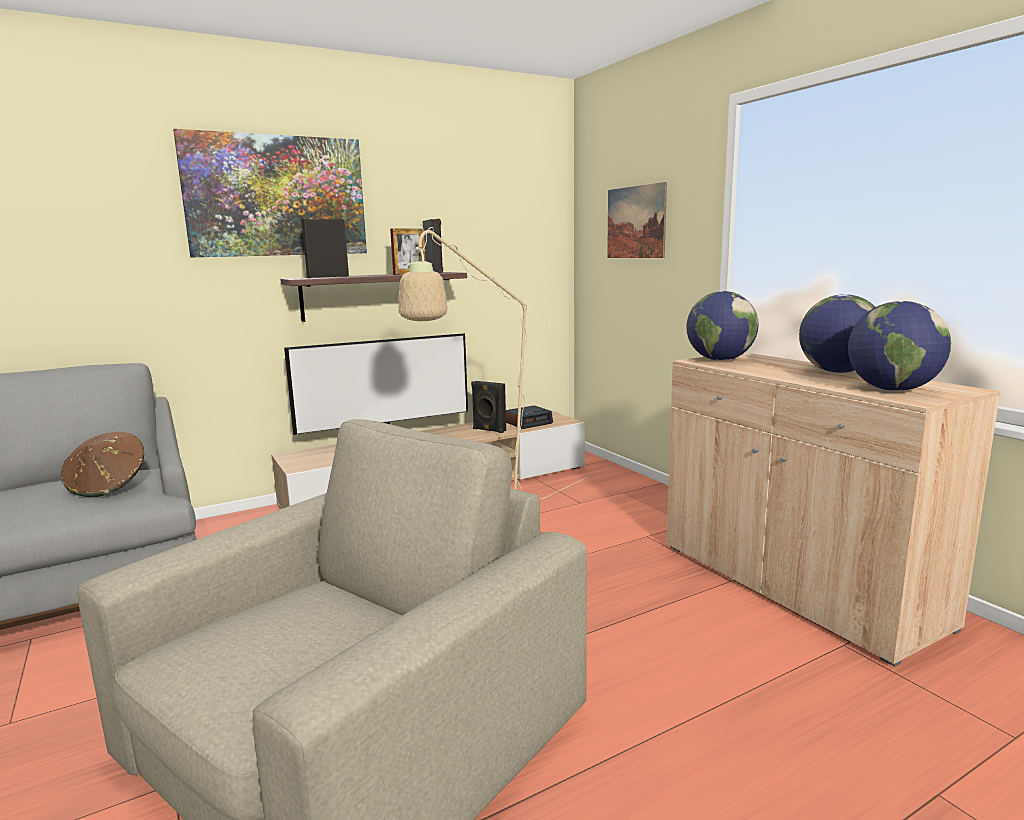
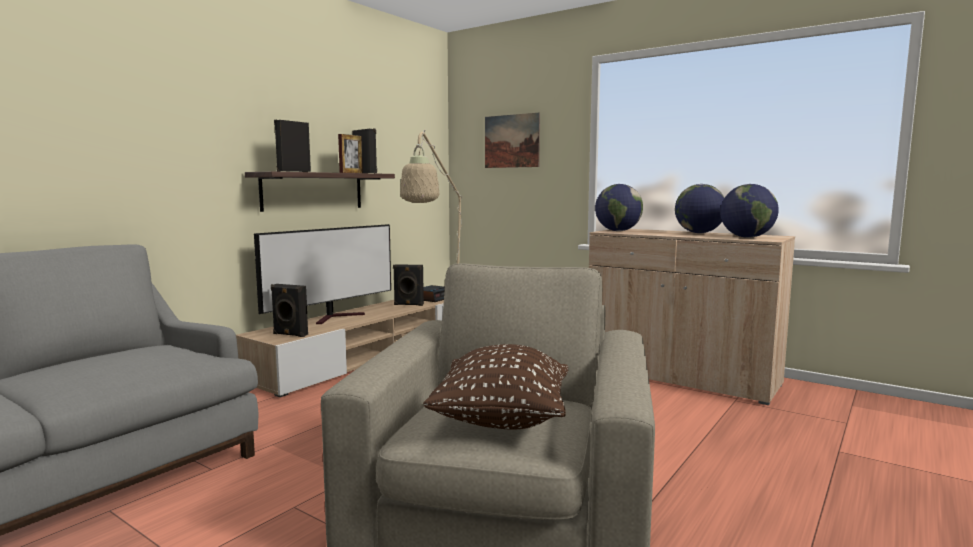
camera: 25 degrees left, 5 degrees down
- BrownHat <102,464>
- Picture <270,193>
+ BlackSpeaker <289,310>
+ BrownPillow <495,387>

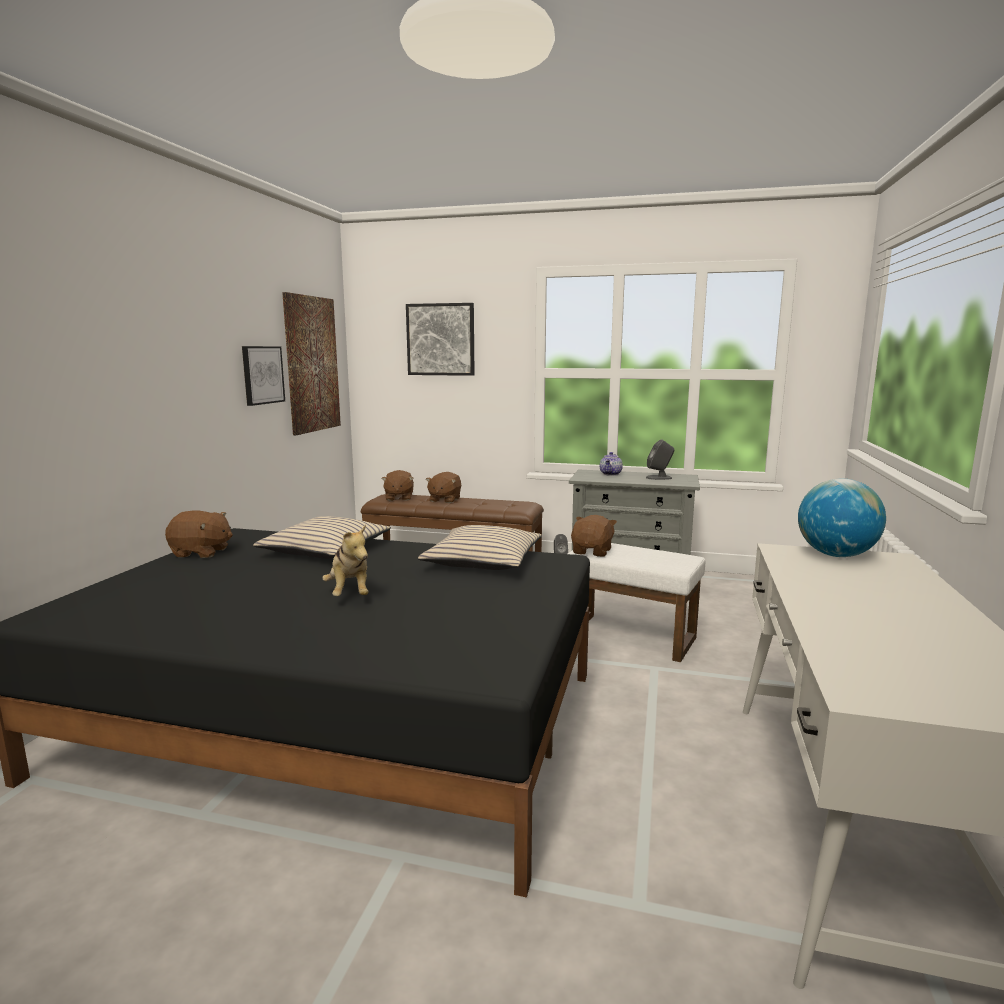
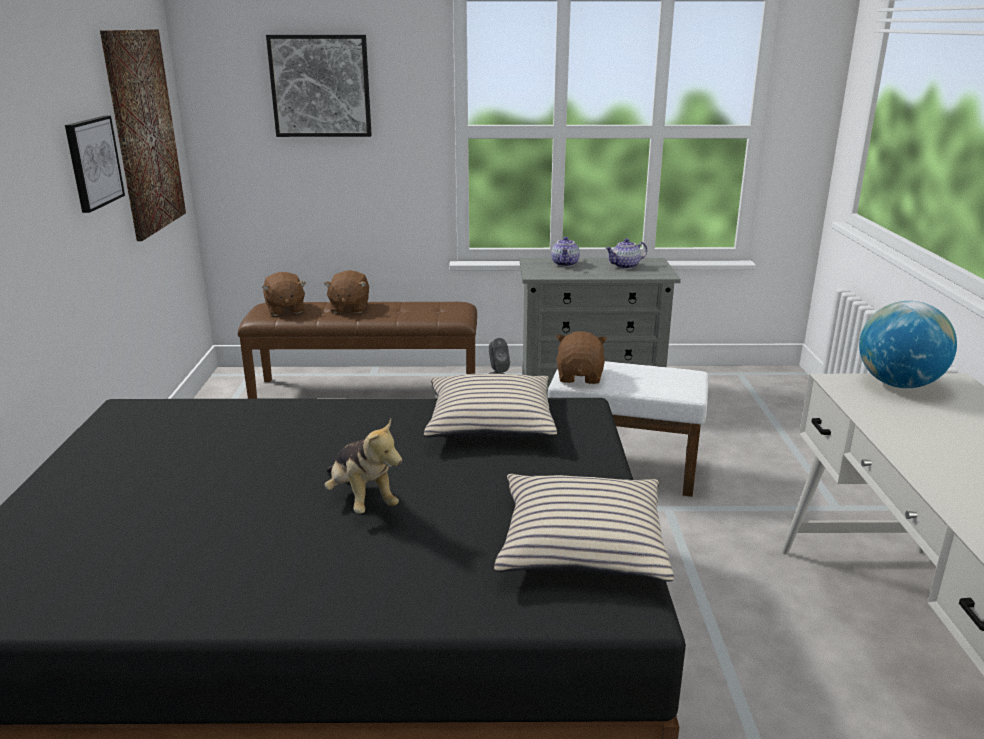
camera: 15 degrees left, 10 degrees up
- BrownPlushToy <199,534>
~ BeigePillow <322,537> to <584,528>
~ GreySpeaker <660,459> to Teapot <626,253>

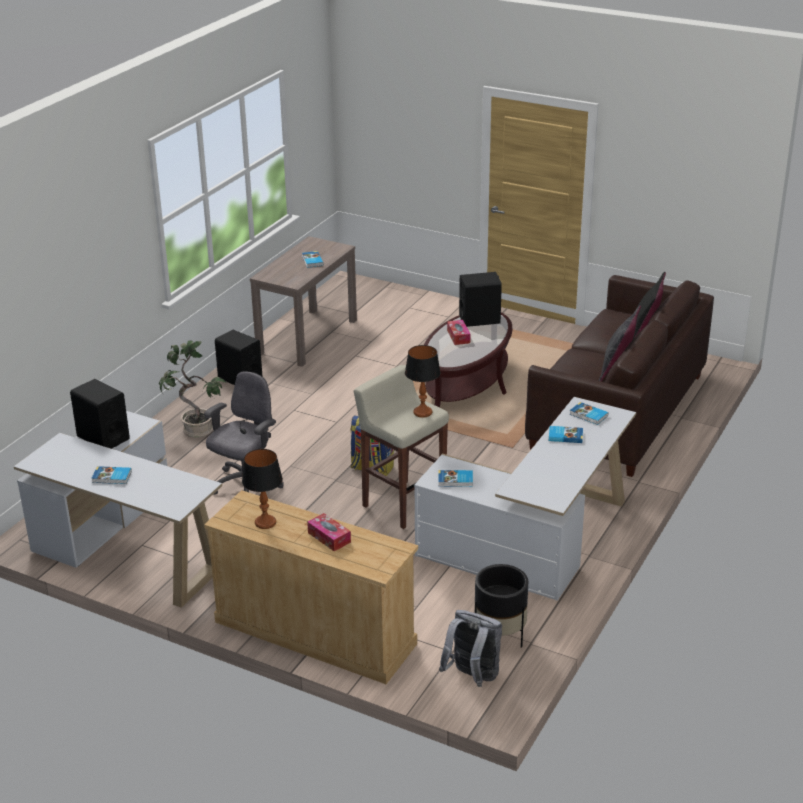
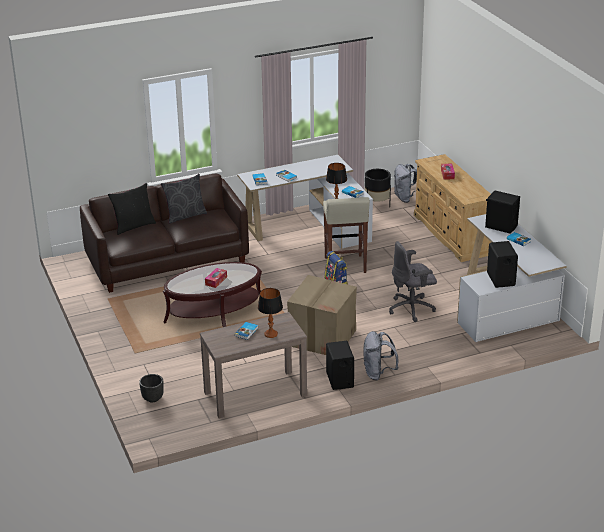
camera: 140 degrees left, 0 degrees up
- PottedPlant <193,389>
~ TableLamp <262,489> to <270,313>
~ BlackSpeaker <480,299> to <502,212>
+ BlackPlanter <151,388>
+ CardboardBox <322,315>
+ GreyBackpack <381,355>

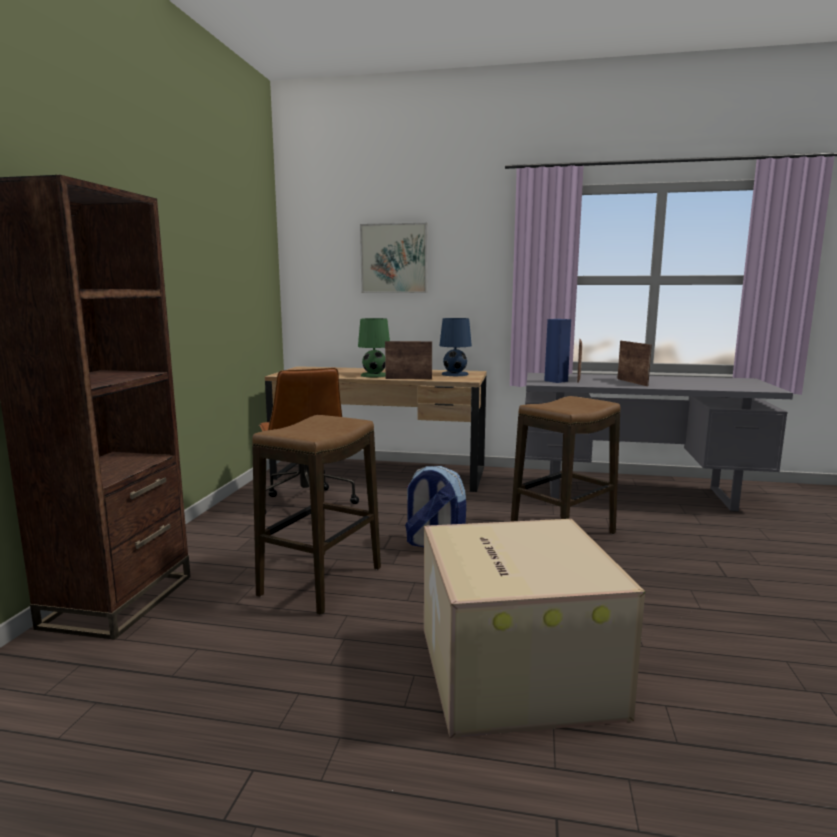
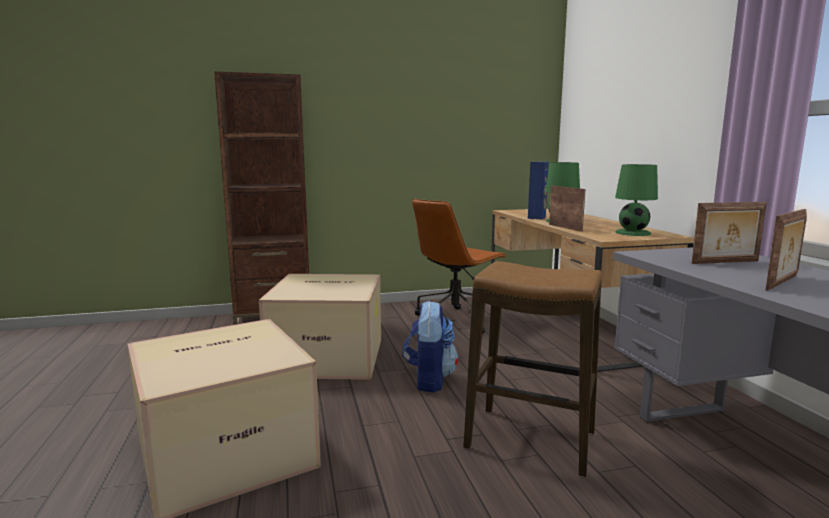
camera: 65 degrees right, 0 degrees up
~ Stool <316,515> to CardboardBox <320,327>
- Picture <393,258>
~ BlueTableLamp <455,347> to GreenTableLamp <636,200>
~ BlueSpeaker <557,351> to <538,190>

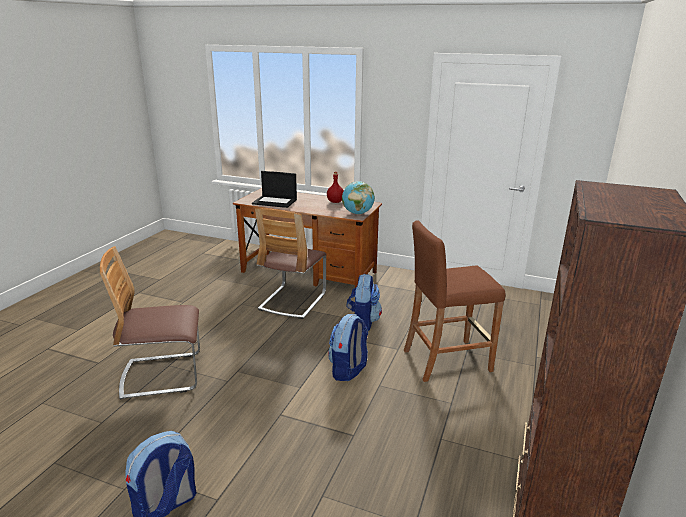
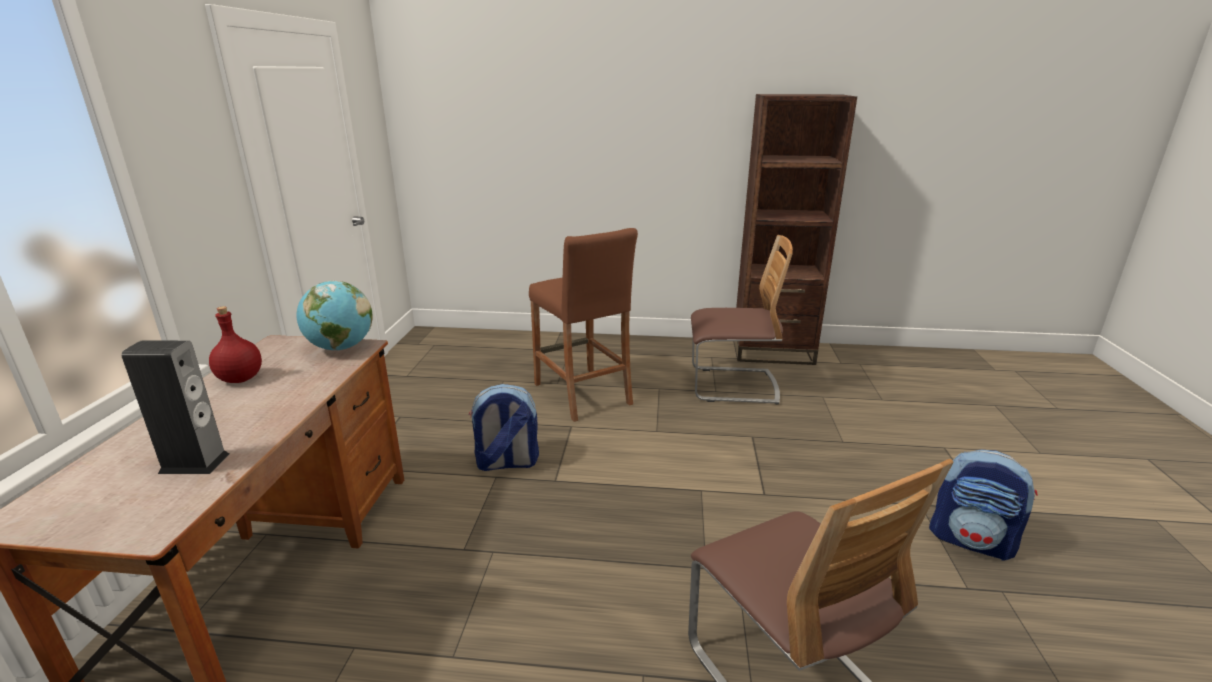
camera: 105 degrees left, 0 degrees up
~ Laptop <274,189> to Speaker <175,407>
~ Chair <291,263> to <742,320>
- Backpack <348,347>

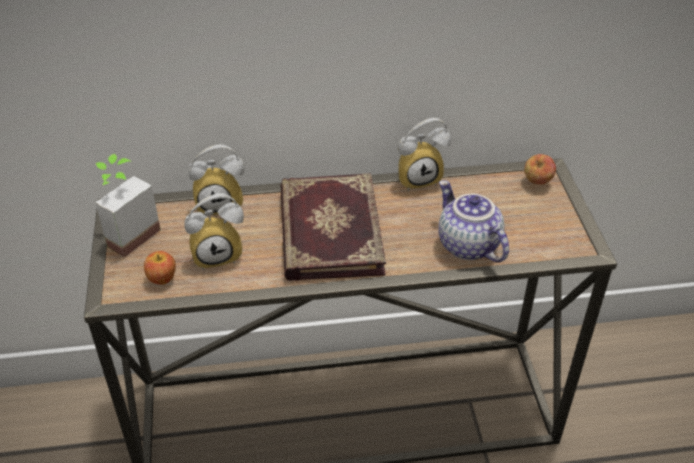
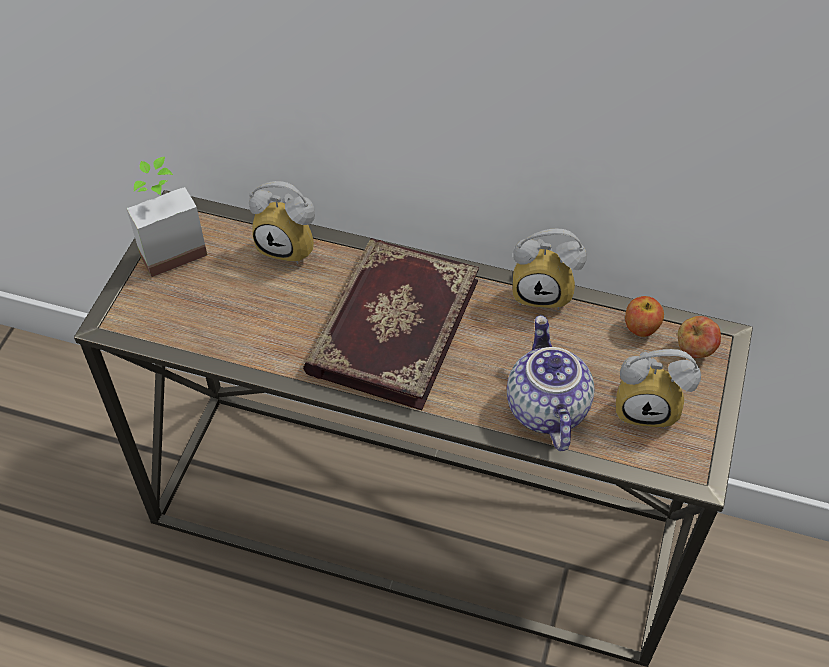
camera: 25 degrees right, 10 degrees up
~ Apple <160,268> to <644,316>
~ AlarmClock <214,231> to <658,388>

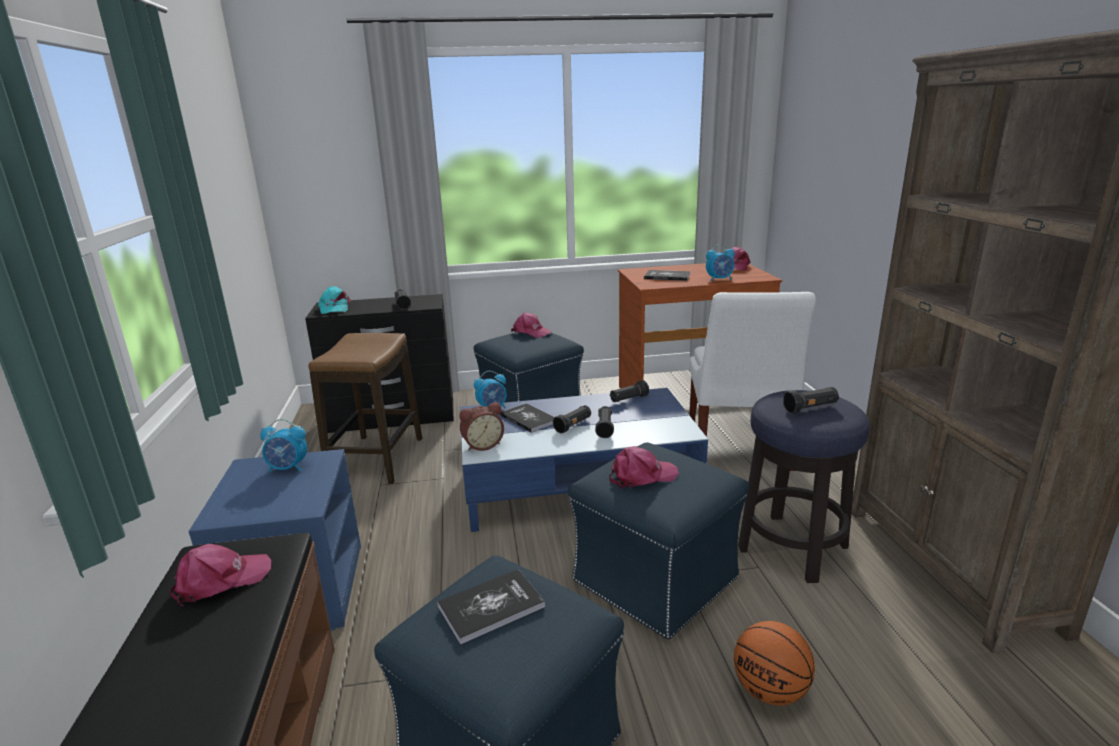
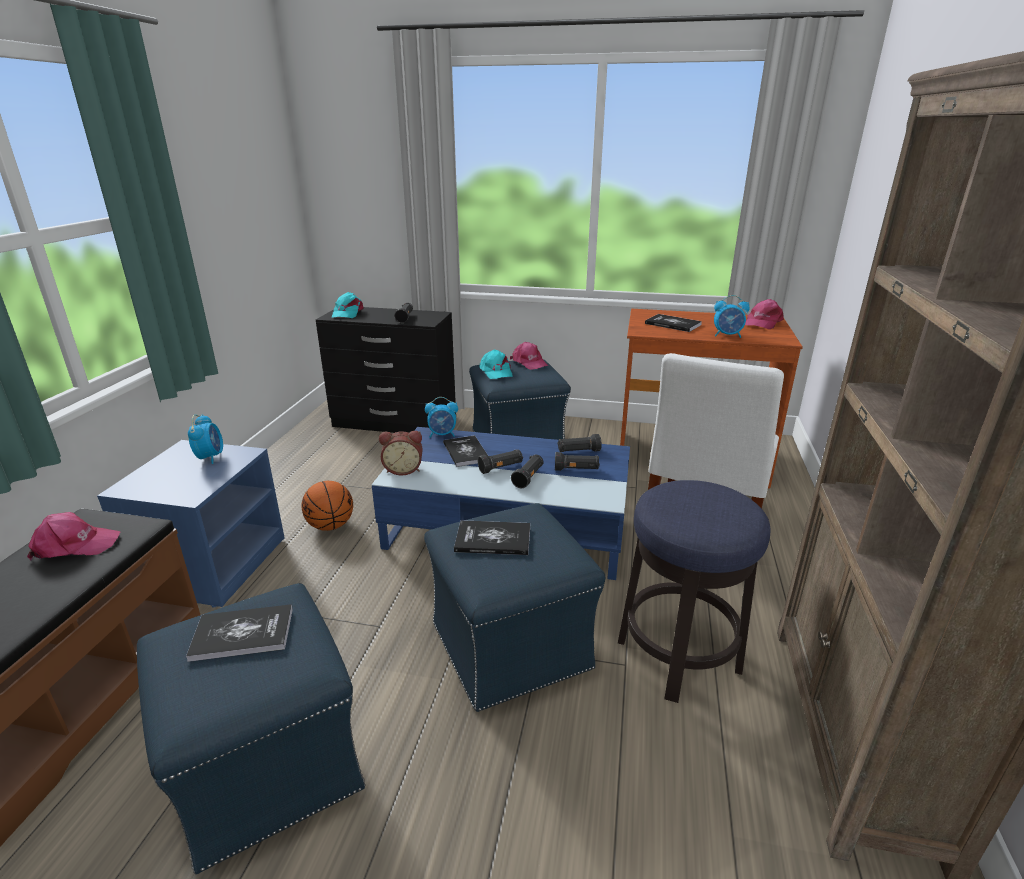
camera: 20 degrees right, 5 degrees up
~ AlarmClock <283,445> = <205,439> 120 degrees counterclockwise
- Stool <365,408>
~ PinkCap <644,467> to Book <492,537>
~ Basketball <774,663> to <327,506>
~ BlackFlashlight <811,400> to <577,461>
+ TurquoiseCap <495,364>

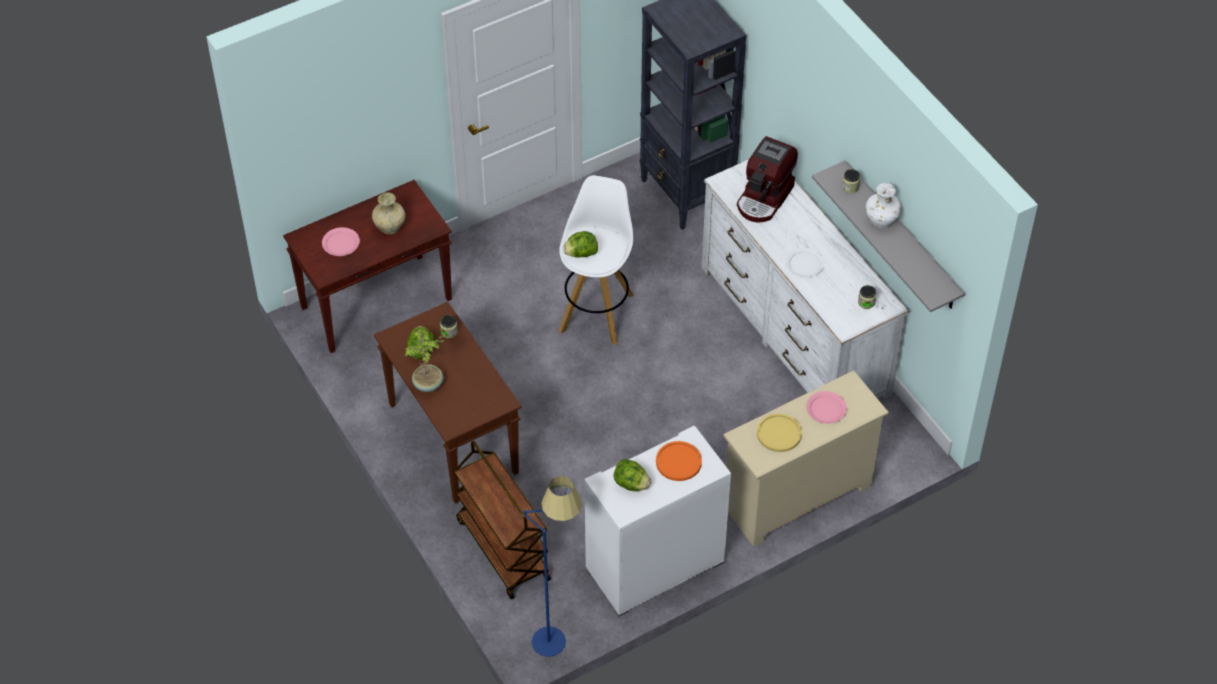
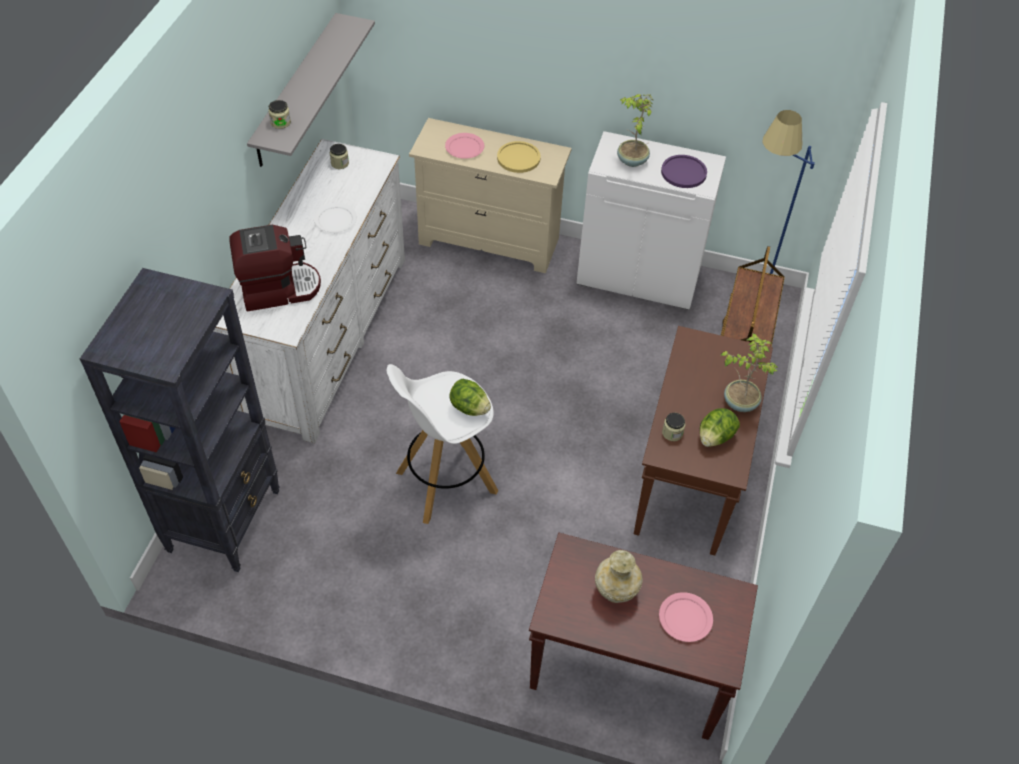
camera: 135 degrees left, 0 degrees up
~ Lettuce <632,475> to PurplePlate <684,171>
~ OrangePlate <679,461> to PottedPlant <635,130>
- WhiteVase <884,205>

